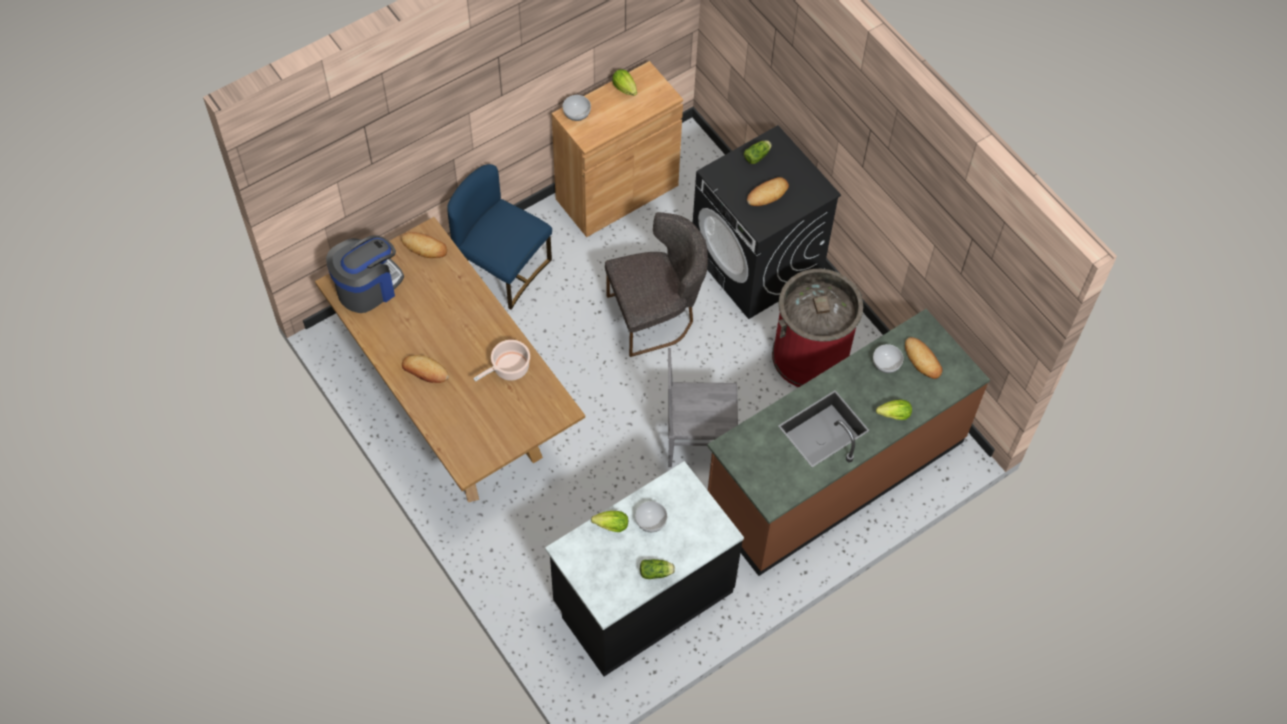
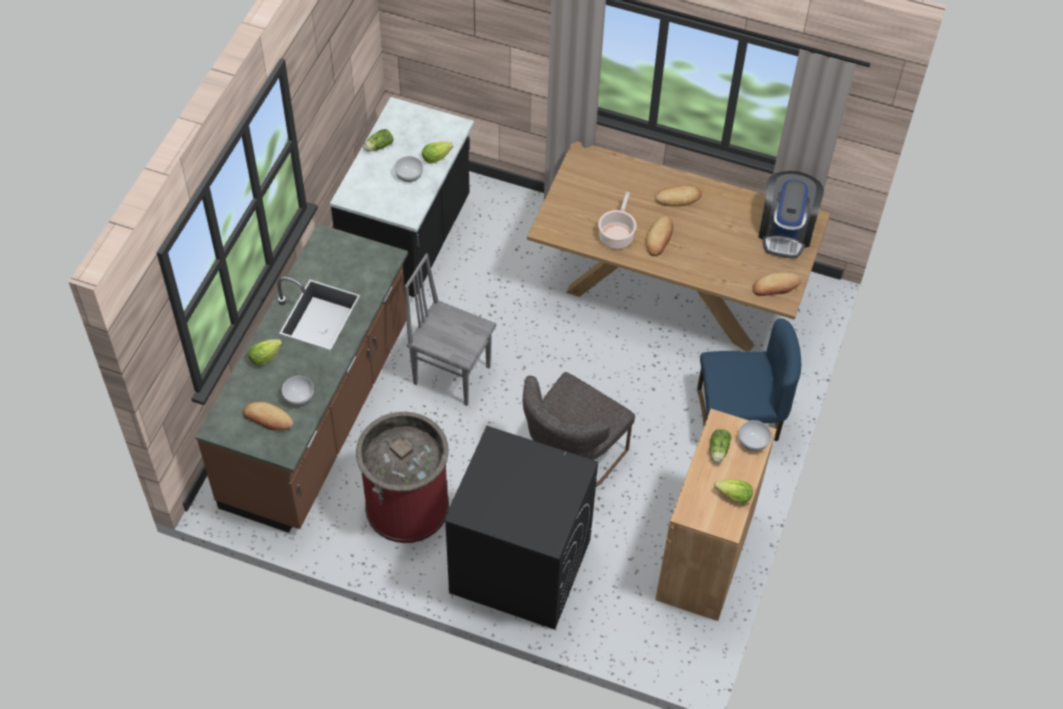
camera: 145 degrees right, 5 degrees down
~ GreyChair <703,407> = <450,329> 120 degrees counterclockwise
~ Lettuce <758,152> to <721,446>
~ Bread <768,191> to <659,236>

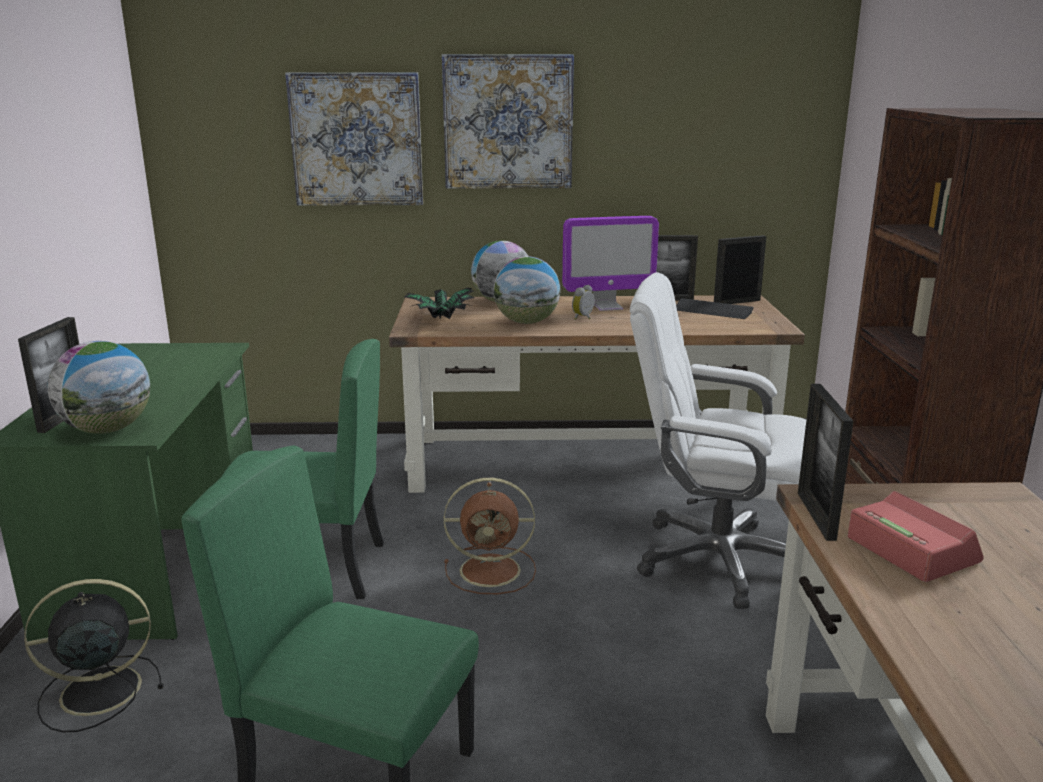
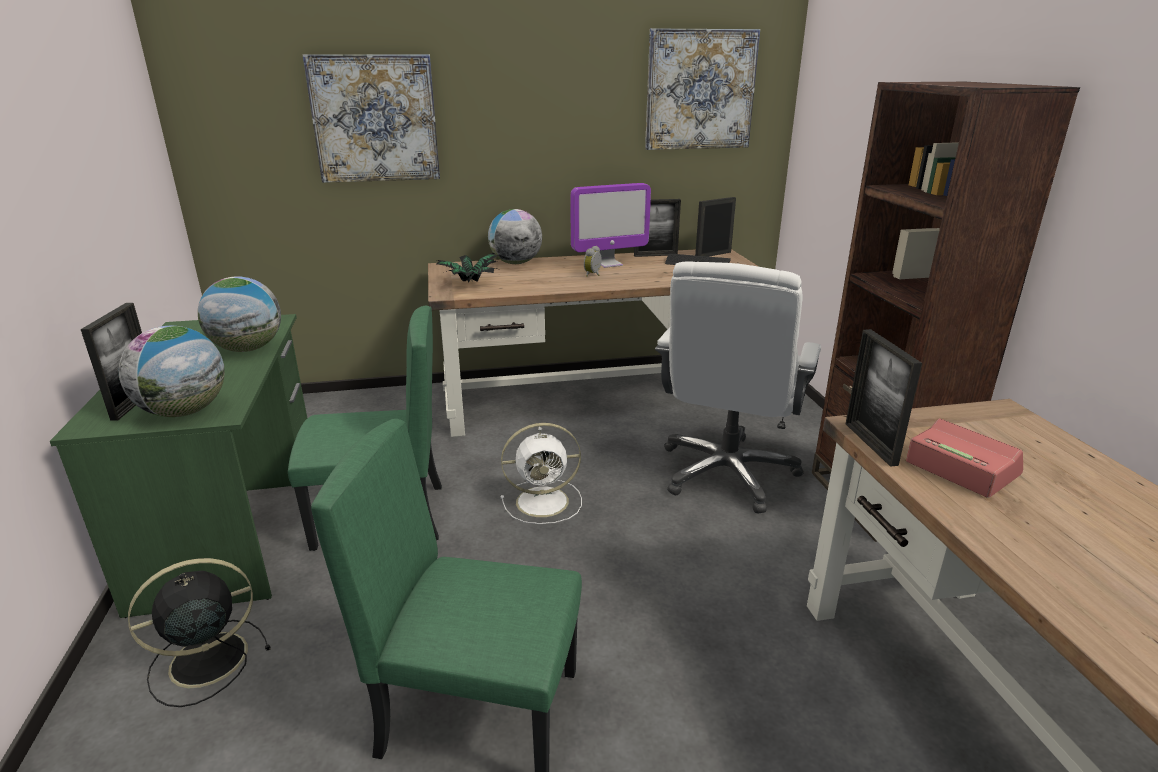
camera: 10 degrees left, 5 degrees up
~ Picture <508,121> to <702,89>
~ BrownFan <490,536> to WhiteFan <541,473>
~ Globe <526,290> to <239,314>
~ WhiteOfficeChair <718,440> = <738,387> 75 degrees counterclockwise

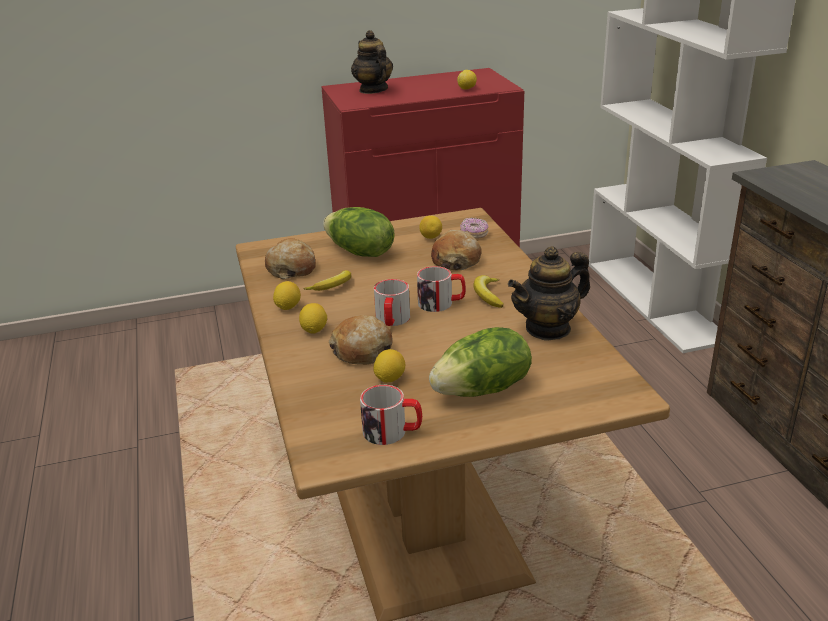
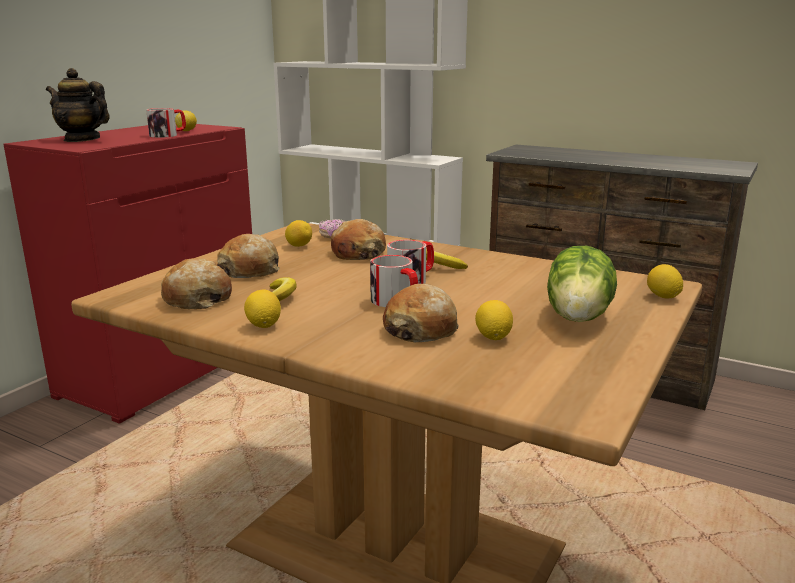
camera: 45 degrees left, 10 degrees down
~ Lemon <313,318> to <665,281>
~ Lettuce <358,232> to Bread <248,256>
~ Mug <391,415> to <166,123>
- Teapot <549,293>

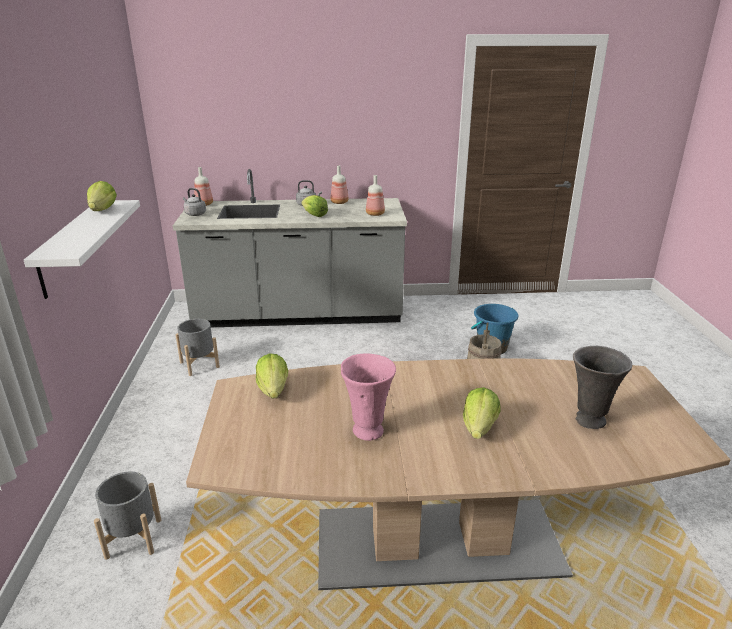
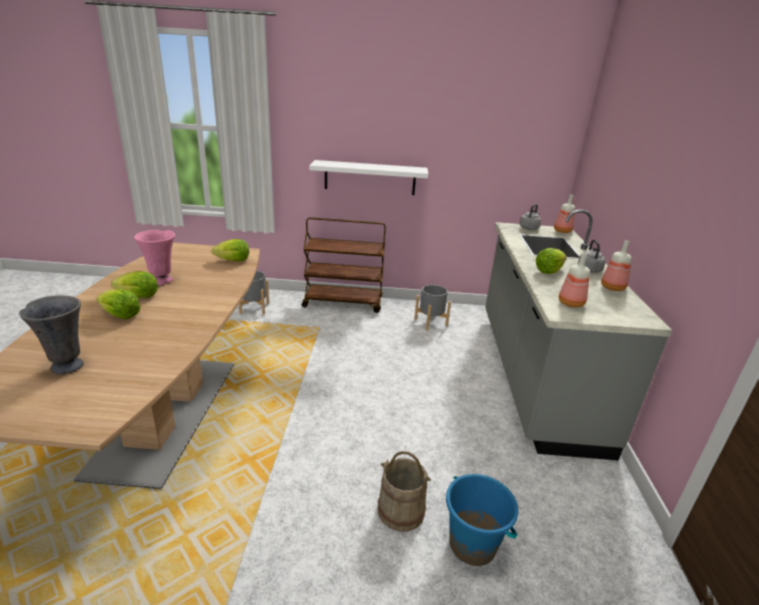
camera: 95 degrees right, 0 degrees up
~ Lettuce <102,196> to <134,284>
+ BrownCart <344,265>

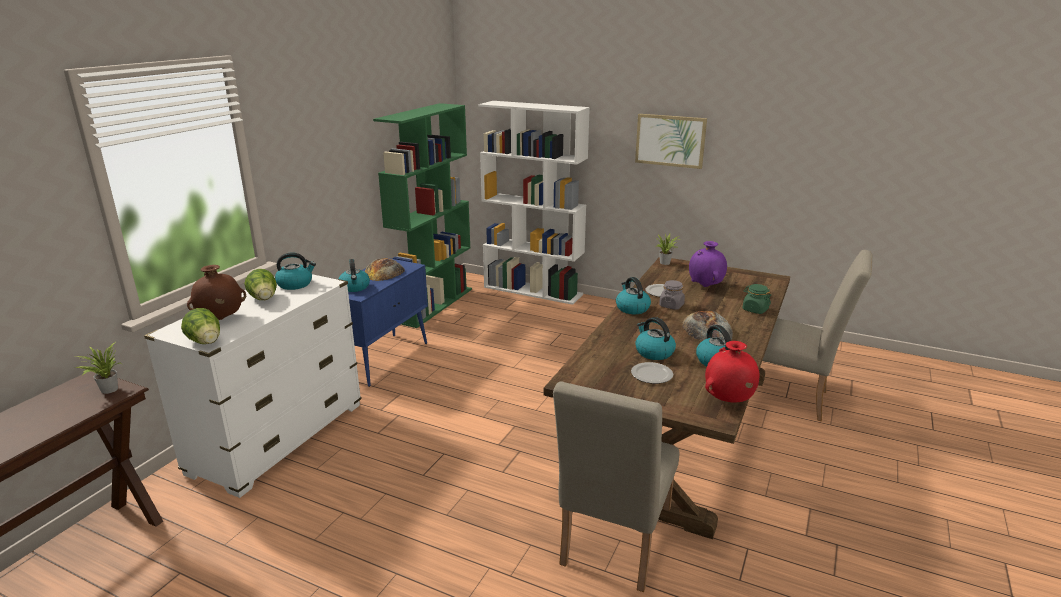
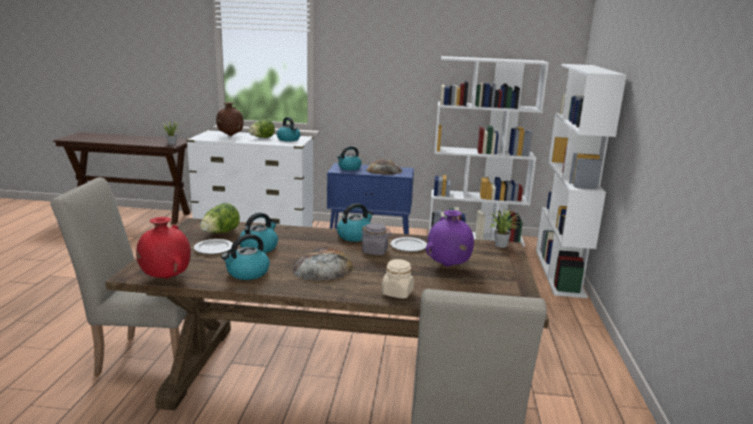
camera: 70 degrees right, 5 degrees down
~ Lettuce <200,326> to <220,218>
~ GreenBookcase <422,215> to WhiteBookcase <489,151>
- Picture <671,141>
~ GreenJar <757,299> to BeigeJar <398,279>

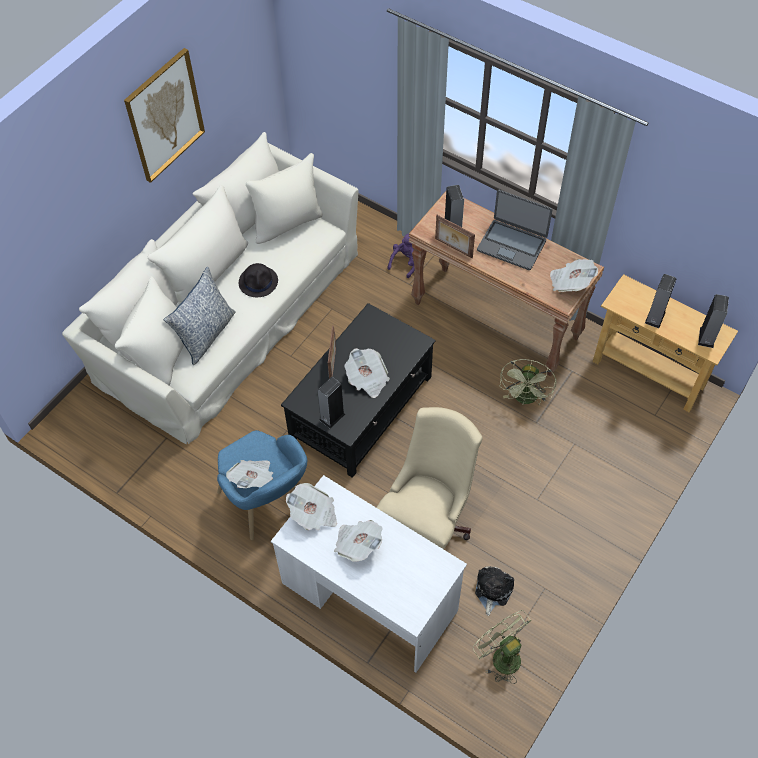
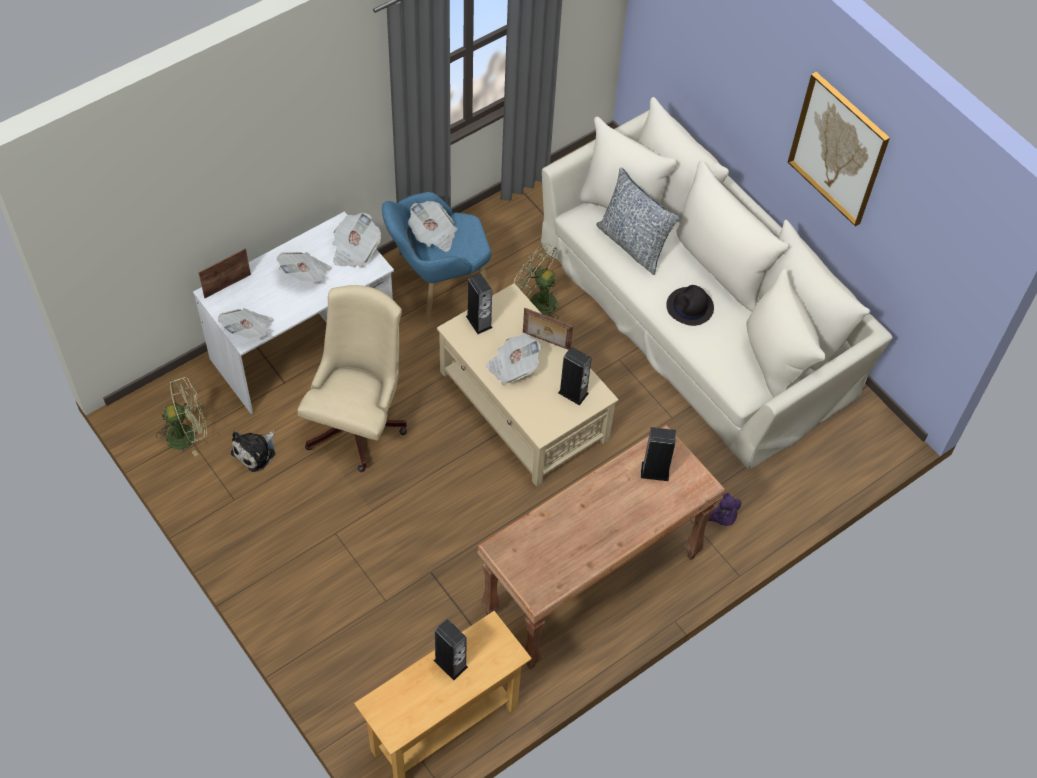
camera: 105 degrees right, 0 degrees up
~ BlackCoffeeTable <358,390> to BeigeCoffeeTable <528,385>
~ BeigeOfficeChair <429,478> = <352,378> 120 degrees counterclockwise
~ PictureFrame <455,236> to <224,273>
~ PlushToy <494,591> = <253,451> 90 degrees clockwise
- Laptop <514,230>
~ GreenFan <528,382> to <536,280>
~ Newspaper <574,275> to <246,323>
~ Speaker <713,321> to <575,376>

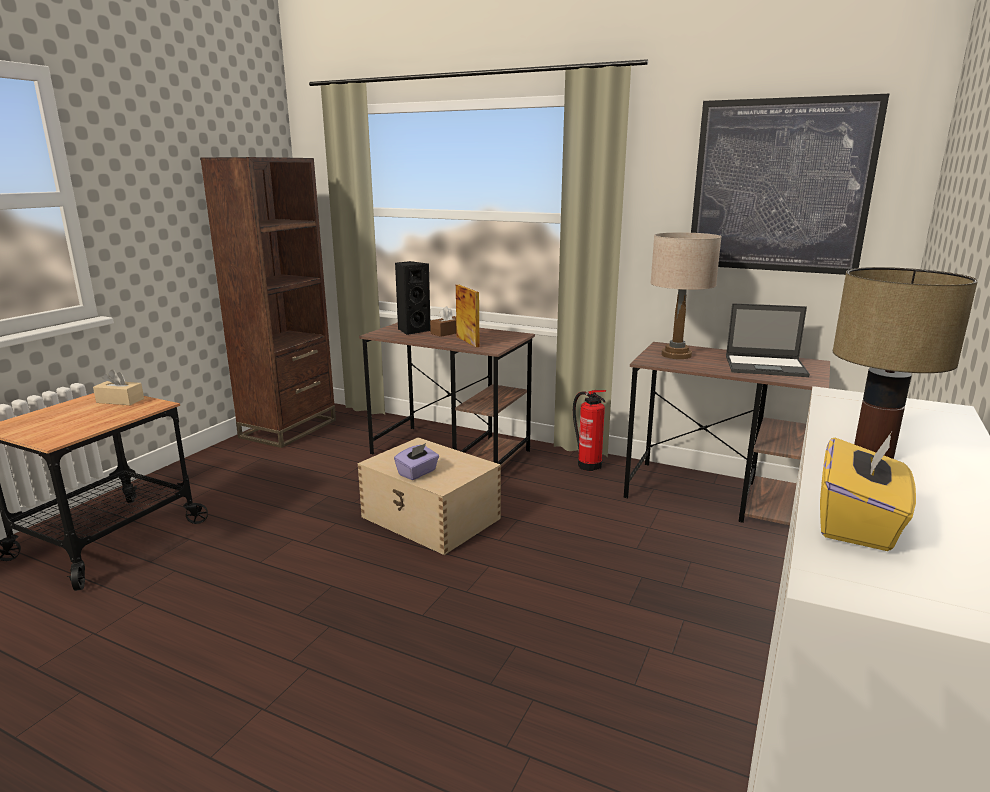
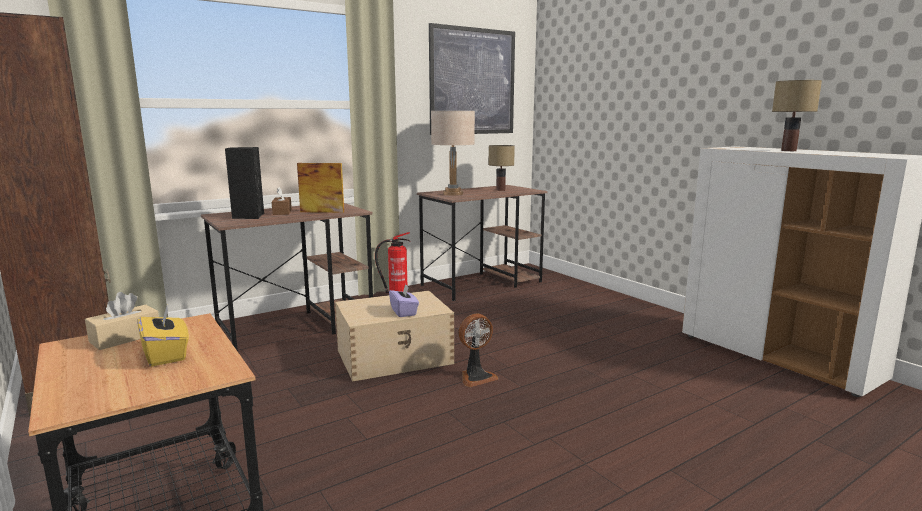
camera: 60 degrees left, 5 degrees down
~ Laptop <768,340> to TableLamp <502,168>
~ YellowTissueBox <868,490> to <163,334>
+ Fan <478,350>

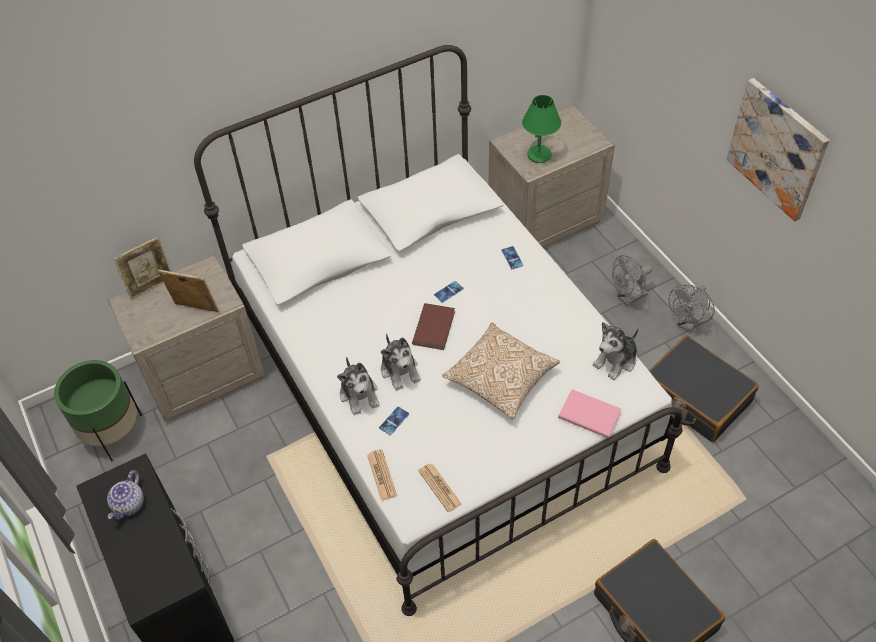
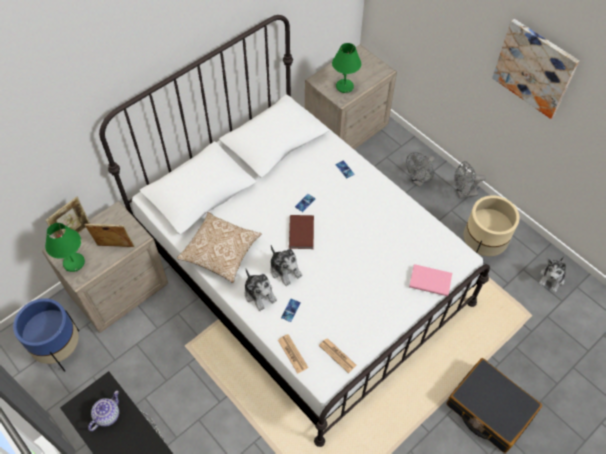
camera: 15 degrees left, 5 degrees up
~ GreenPlanter <98,410> to BluePlanter <46,335>
~ Teapot <125,495> = <103,411> 150 degrees counterclockwise
~ Pillow <501,371> to <219,247>
~ PlushToy <615,351> to <552,274>
~ BlackSuitcase <704,388> to BeigePlanter <491,225>
~ GreyFan <692,308> = <470,180> 60 degrees clockwise
+ GreenTableLamp <65,247>

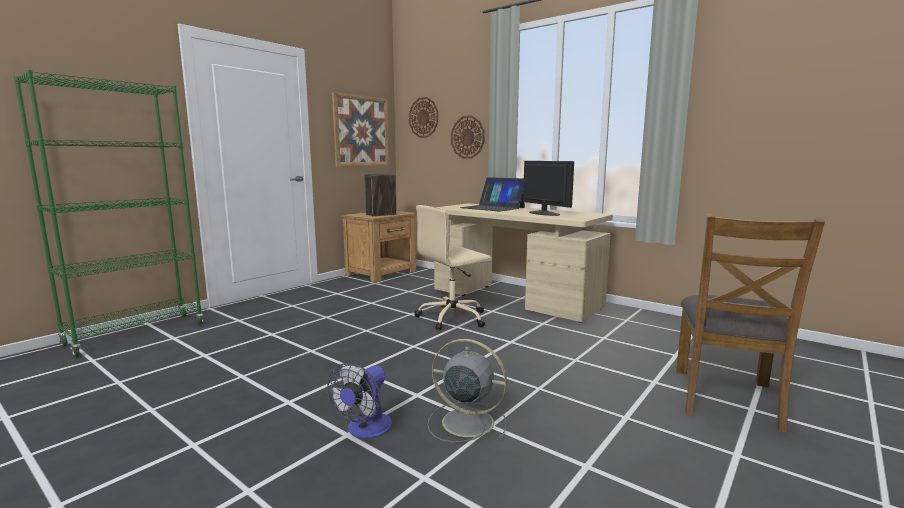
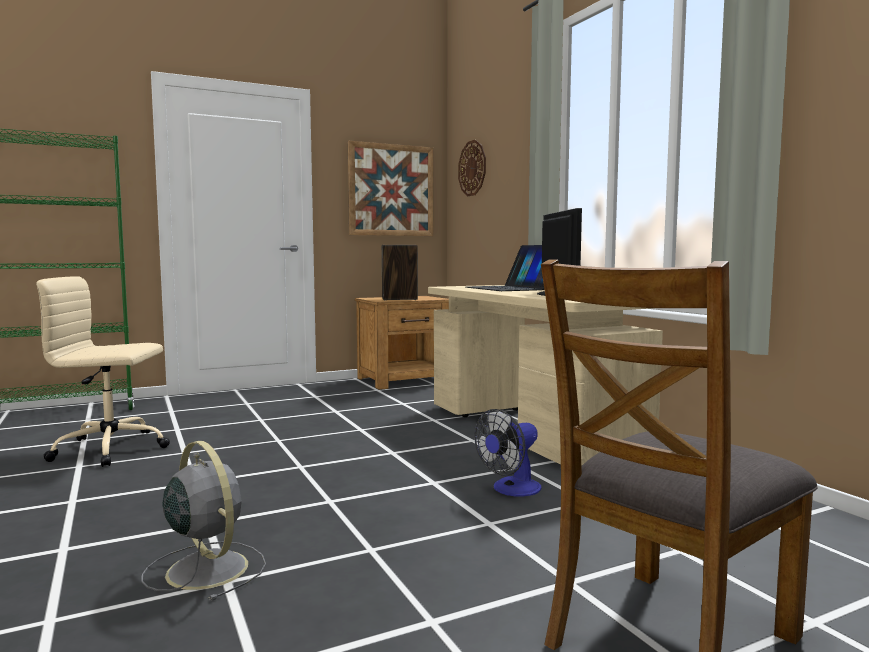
camera: 25 degrees right, 5 degrees down
~ Fan <359,400> to <508,452>
~ BeigeOfficeChair <453,267> to <103,371>
- WallClock <468,137>

